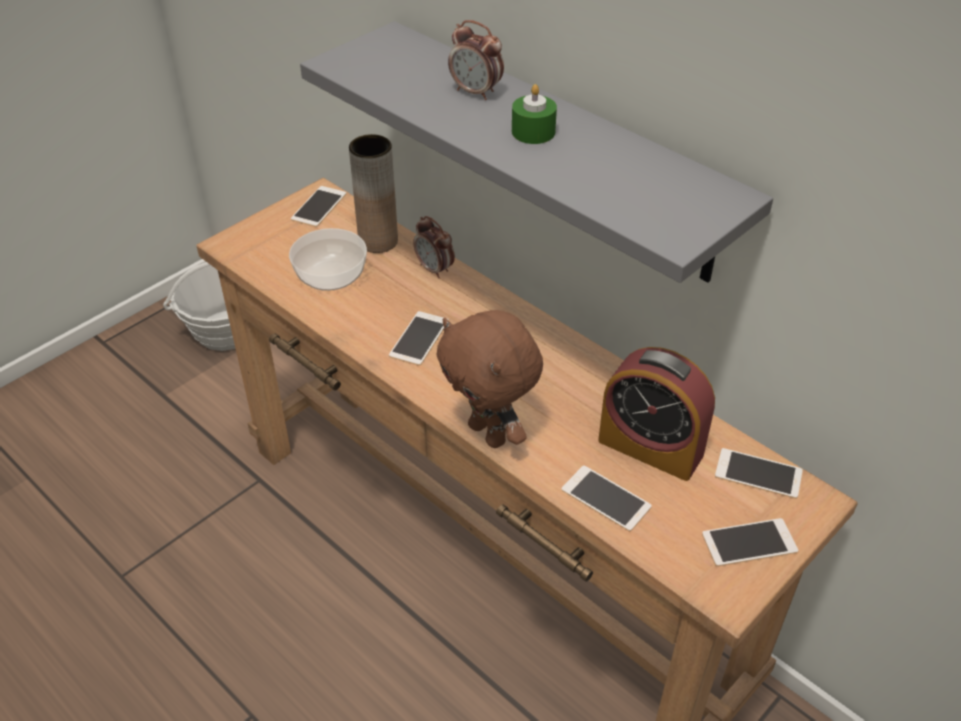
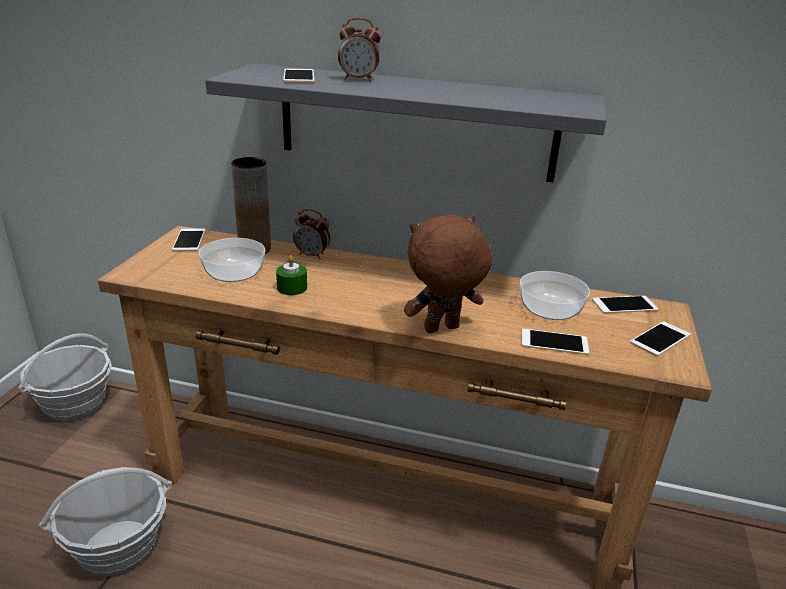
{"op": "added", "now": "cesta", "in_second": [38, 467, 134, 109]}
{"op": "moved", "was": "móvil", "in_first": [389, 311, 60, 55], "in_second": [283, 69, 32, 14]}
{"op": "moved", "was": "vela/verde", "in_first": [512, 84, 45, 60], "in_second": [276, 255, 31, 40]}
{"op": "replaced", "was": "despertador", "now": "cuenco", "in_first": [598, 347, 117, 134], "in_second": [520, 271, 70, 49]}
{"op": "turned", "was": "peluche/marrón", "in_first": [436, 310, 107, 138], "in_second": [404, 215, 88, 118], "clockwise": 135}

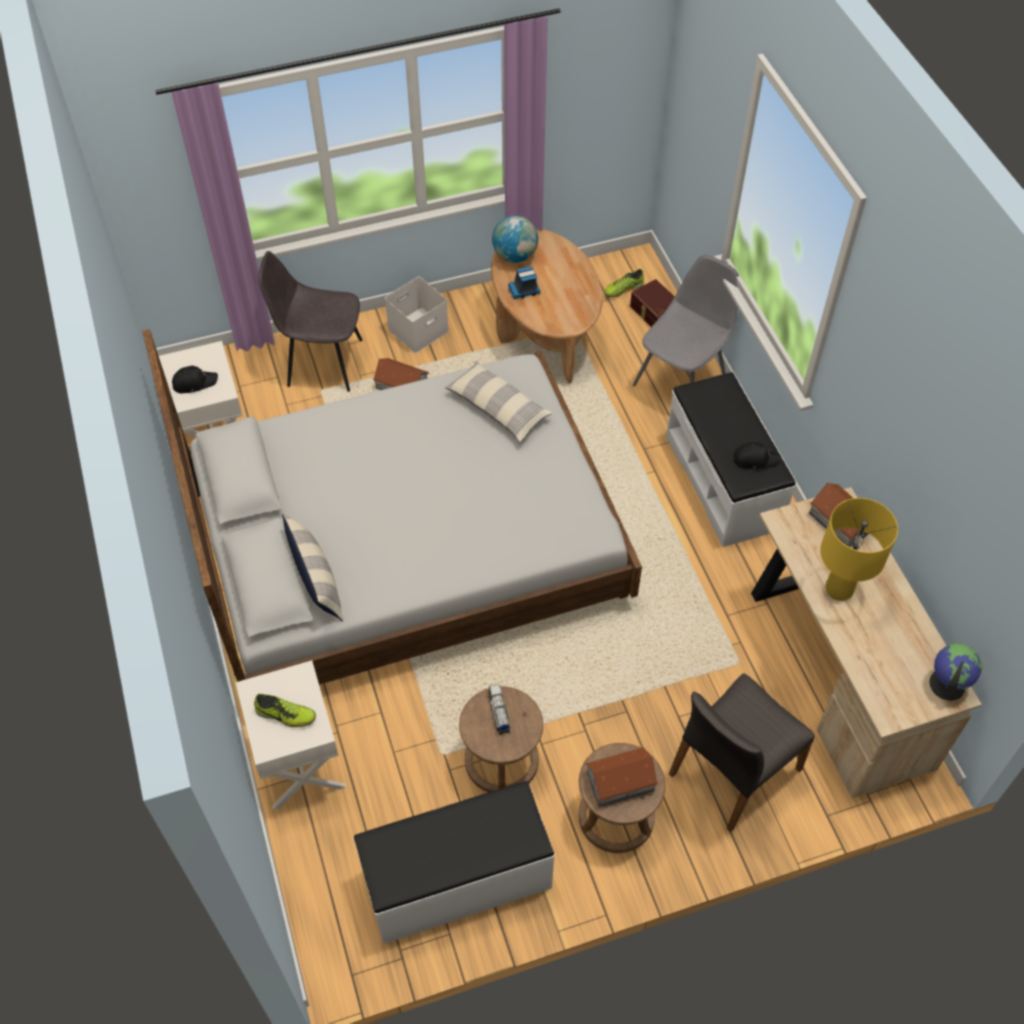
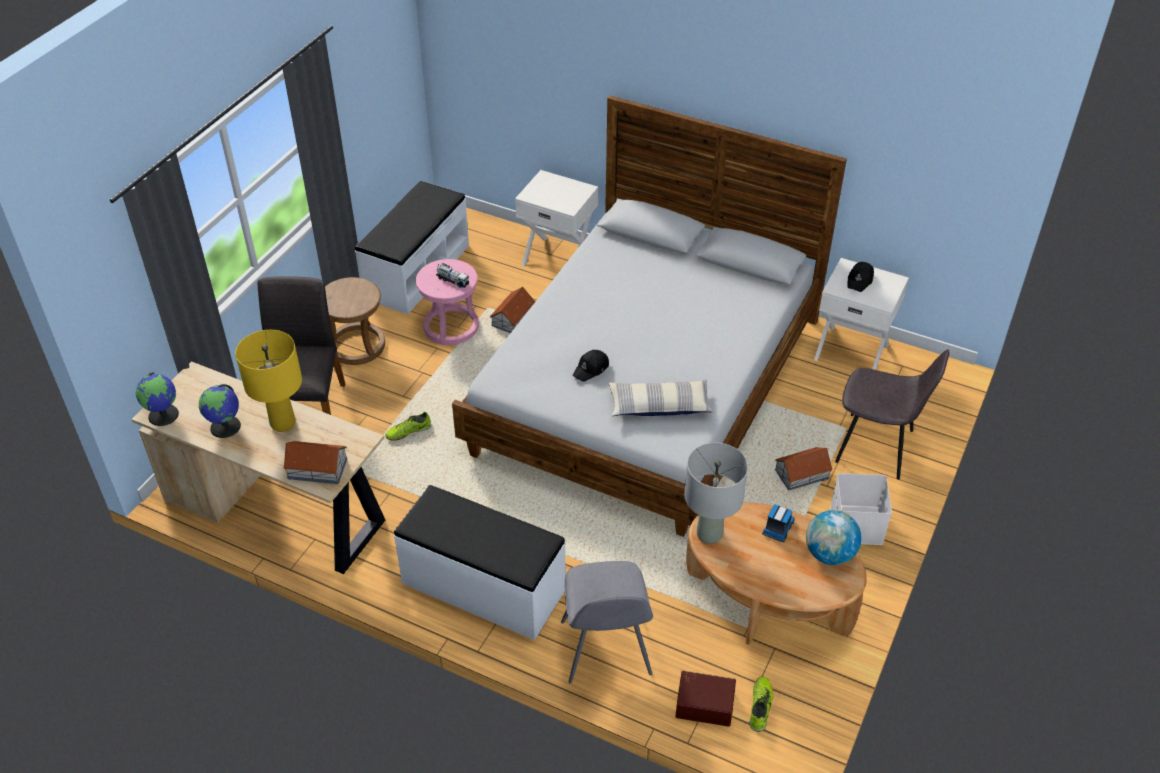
{"op": "removed", "was": "cojín", "in_first": [282, 513, 61, 108]}
{"op": "added", "now": "globo terráqueo", "in_second": [199, 384, 42, 54]}
{"op": "added", "now": "lámpara de mesa/gris", "in_second": [684, 443, 64, 101]}
{"op": "moved", "was": "zapato", "in_first": [254, 694, 62, 33], "in_second": [385, 412, 46, 29]}
{"op": "moved", "was": "casita", "in_first": [585, 747, 73, 60], "in_second": [490, 287, 45, 46]}
{"op": "moved", "was": "gorra/negro", "in_first": [734, 442, 47, 27], "in_second": [573, 350, 36, 32]}
{"op": "recoloured", "was": "taburete/marrón", "now": "taburete/rosa", "in_first": [459, 686, 84, 106], "in_second": [416, 259, 63, 86]}
{"op": "turned", "was": "silla/gris", "in_first": [258, 251, 104, 141], "in_second": [835, 349, 114, 131], "clockwise": 60}

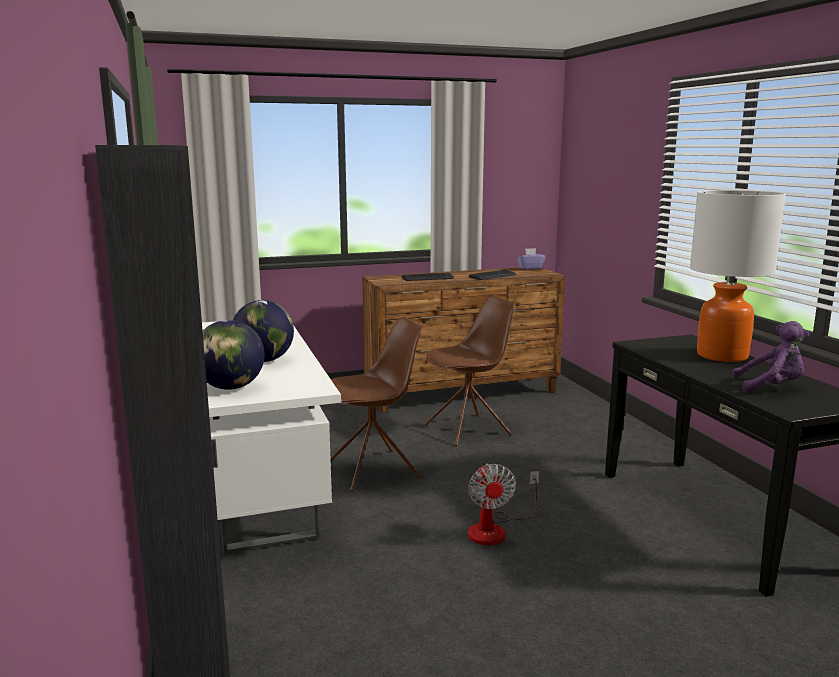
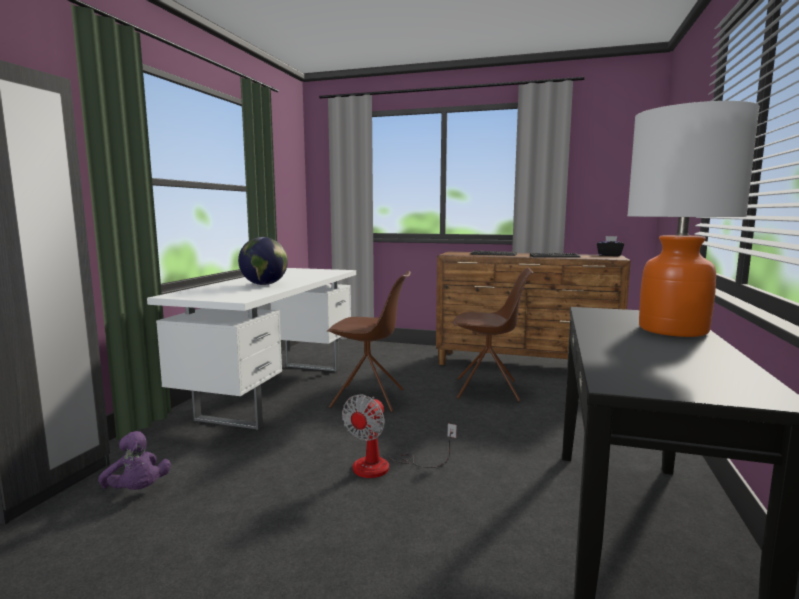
{"op": "removed", "was": "globo terráqueo", "in_first": [203, 320, 62, 70]}
{"op": "moved", "was": "peluche/morado", "in_first": [732, 321, 78, 72], "in_second": [98, 431, 73, 59]}
{"op": "recoloured", "was": "caja de pañuelos/morado", "now": "caja de pañuelos/negro", "in_first": [517, 248, 28, 22], "in_second": [597, 236, 27, 20]}

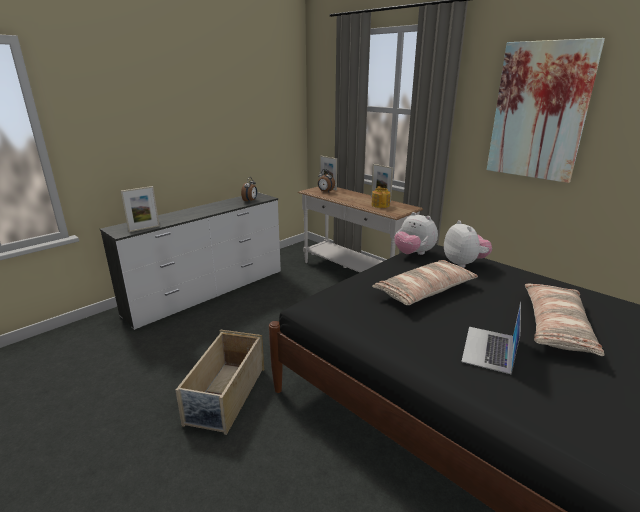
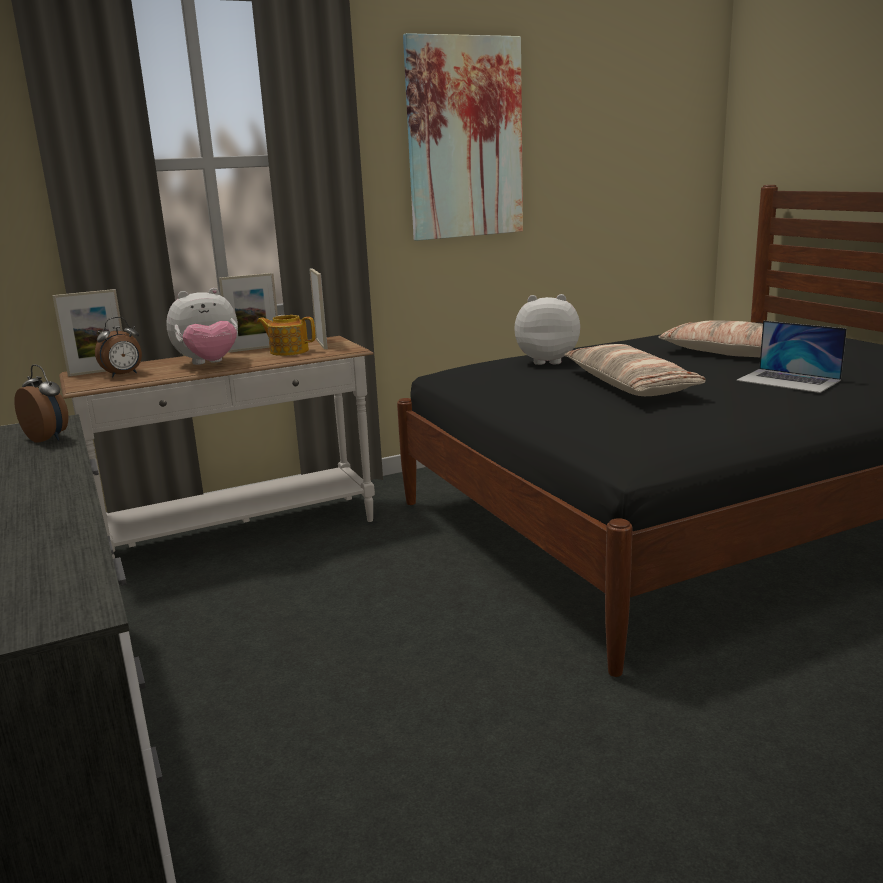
{"op": "removed", "was": "caja de almacenaje/beis", "in_first": [175, 329, 89, 106]}
{"op": "moved", "was": "portarretratos", "in_first": [121, 186, 39, 46], "in_second": [309, 268, 19, 81]}
{"op": "moved", "was": "peluche", "in_first": [394, 212, 44, 43], "in_second": [166, 288, 72, 77]}

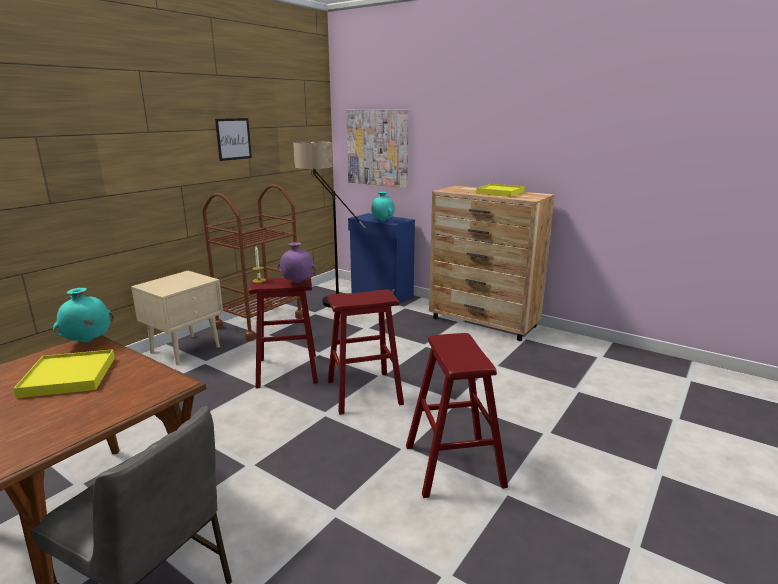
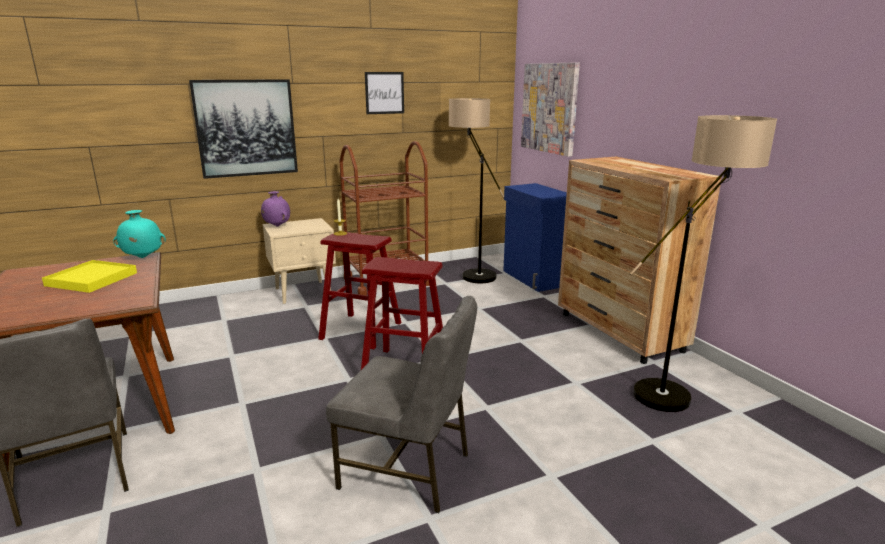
{"op": "removed", "was": "florero/turquesa", "in_first": [371, 192, 24, 30]}
{"op": "removed", "was": "bandeja/amarillo", "in_first": [476, 184, 49, 13]}
{"op": "added", "now": "cuadro", "in_second": [189, 79, 109, 100]}
{"op": "added", "now": "lámpara de pie", "in_second": [630, 115, 147, 297]}
{"op": "moved", "was": "florero/morado", "in_first": [278, 242, 38, 41], "in_second": [261, 191, 29, 35]}
{"op": "replaced", "was": "taburete/rojo", "now": "silla/gris", "in_first": [406, 333, 102, 165], "in_second": [326, 296, 151, 217]}

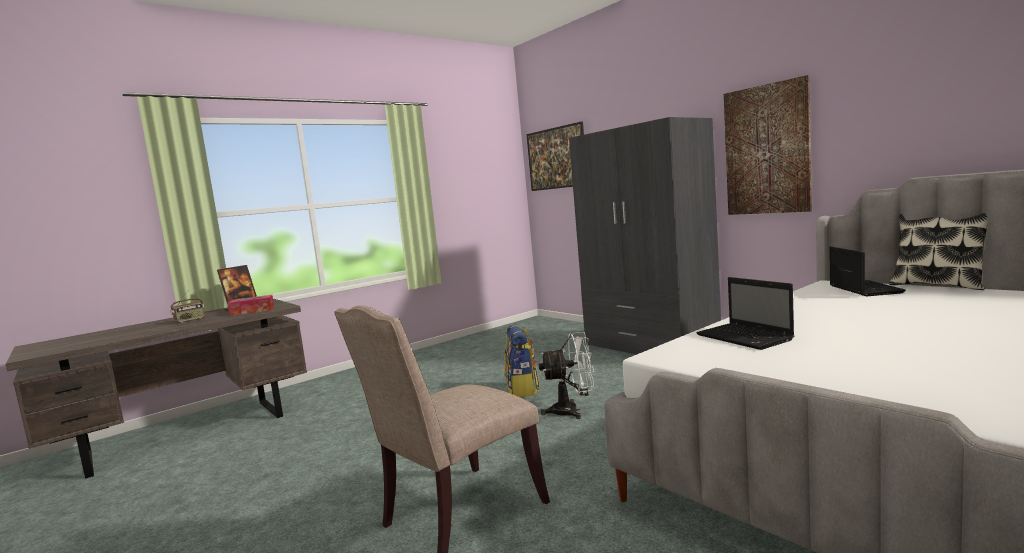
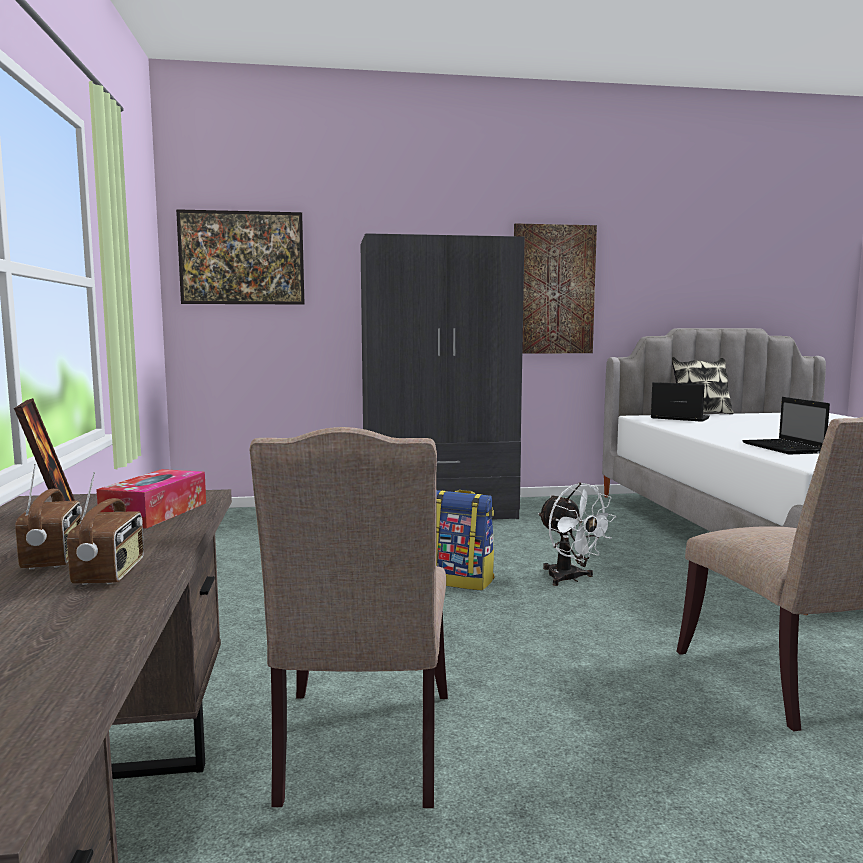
{"op": "added", "now": "radio", "in_second": [67, 472, 77, 113]}
{"op": "added", "now": "silla/beis", "in_second": [250, 427, 198, 381]}
{"op": "turned", "was": "ventilador/blanco", "in_first": [539, 332, 55, 87], "in_second": [538, 483, 78, 103], "clockwise": 120}
{"op": "turned", "was": "portátil", "in_first": [696, 277, 98, 73], "in_second": [743, 397, 87, 58], "clockwise": 75}

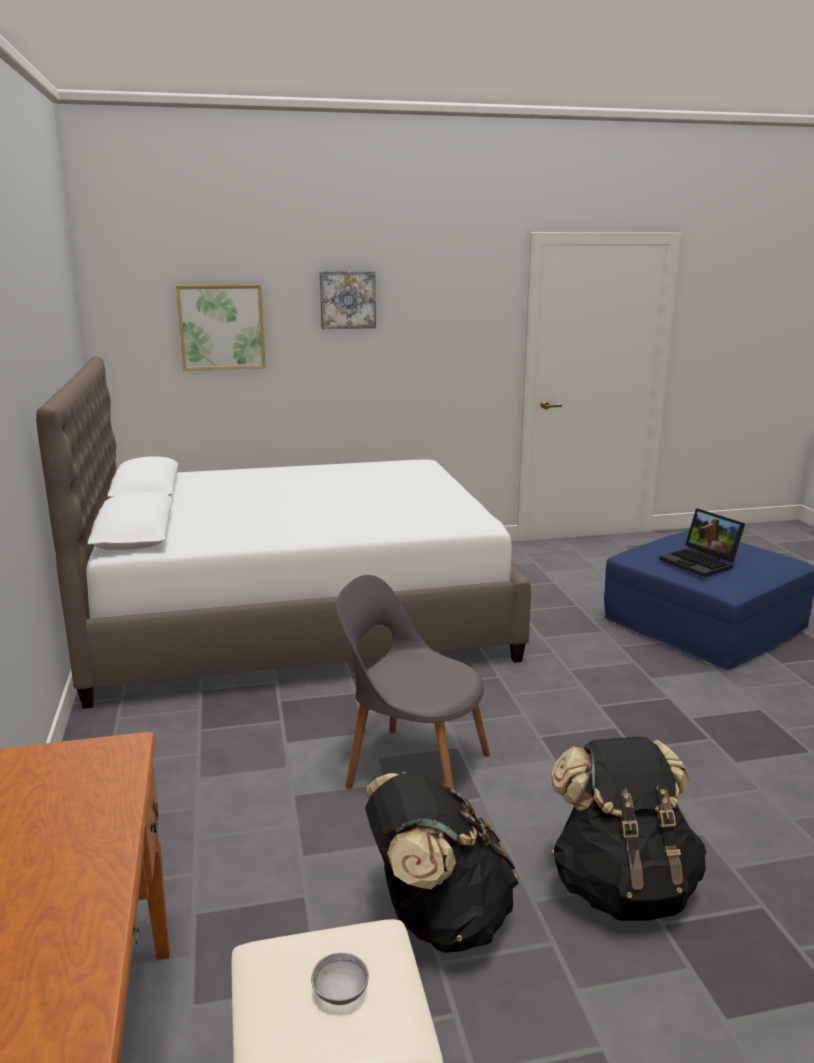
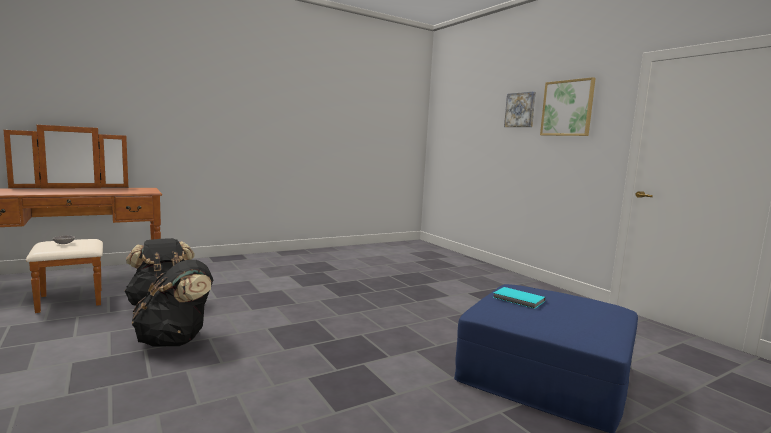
{"op": "removed", "was": "cama/blanco", "in_first": [36, 356, 495, 353]}
{"op": "removed", "was": "silla/gris", "in_first": [336, 575, 154, 215]}
{"op": "moved", "was": "cuadro", "in_first": [176, 285, 90, 86], "in_second": [540, 77, 56, 59]}
{"op": "replaced", "was": "portátil", "now": "libro/turquesa", "in_first": [659, 508, 86, 69], "in_second": [493, 287, 52, 22]}

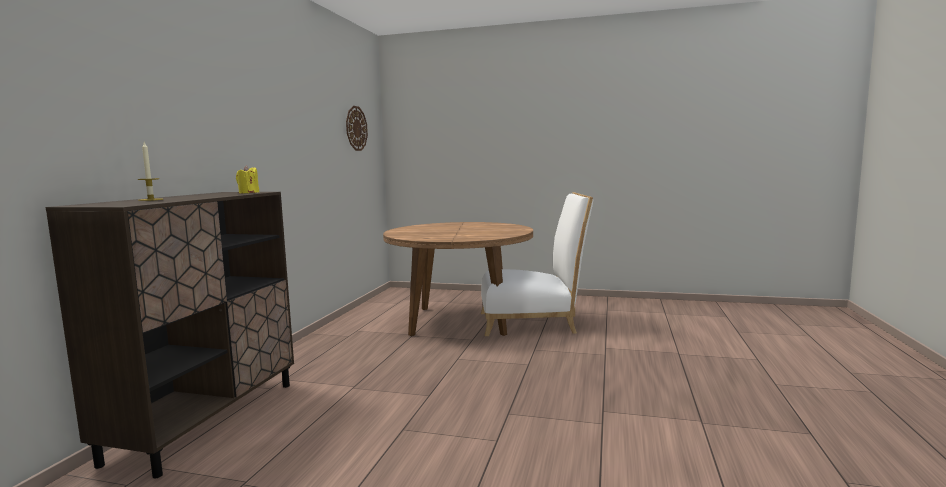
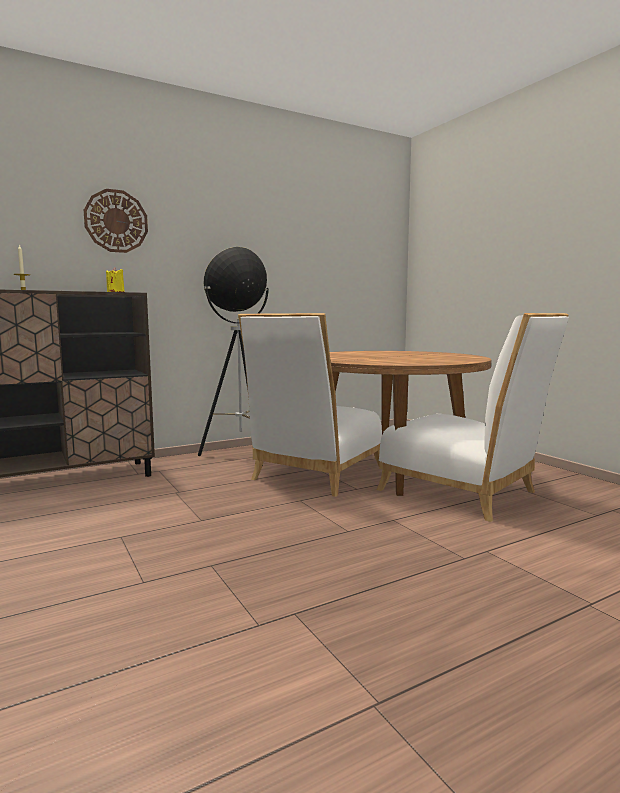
{"op": "added", "now": "lámpara de pie", "in_second": [198, 247, 71, 209]}
{"op": "added", "now": "silla/blanco", "in_second": [238, 313, 144, 184]}
{"op": "moved", "was": "reloj de pared", "in_first": [346, 106, 22, 45], "in_second": [84, 189, 64, 64]}

